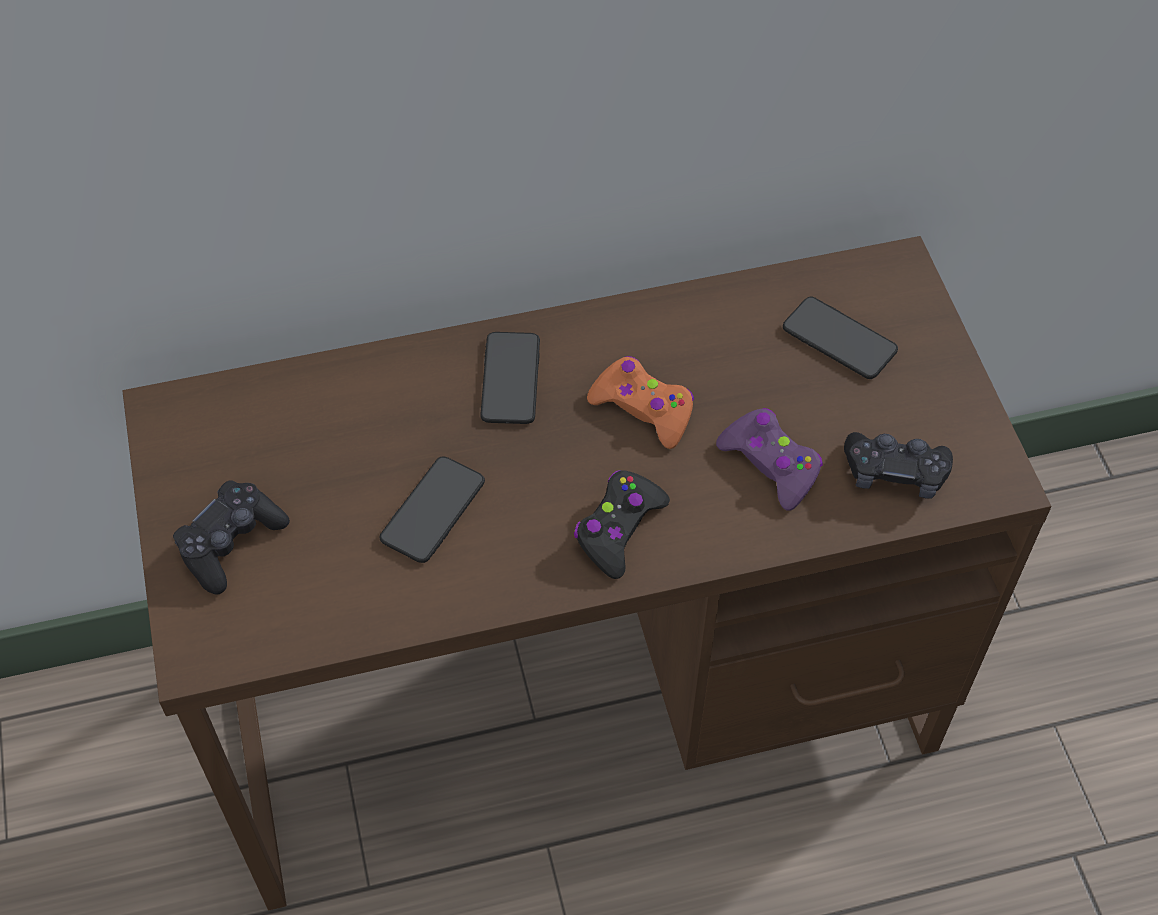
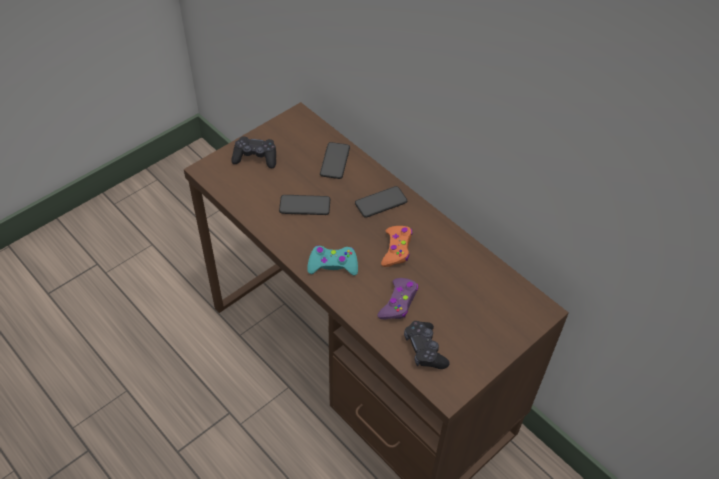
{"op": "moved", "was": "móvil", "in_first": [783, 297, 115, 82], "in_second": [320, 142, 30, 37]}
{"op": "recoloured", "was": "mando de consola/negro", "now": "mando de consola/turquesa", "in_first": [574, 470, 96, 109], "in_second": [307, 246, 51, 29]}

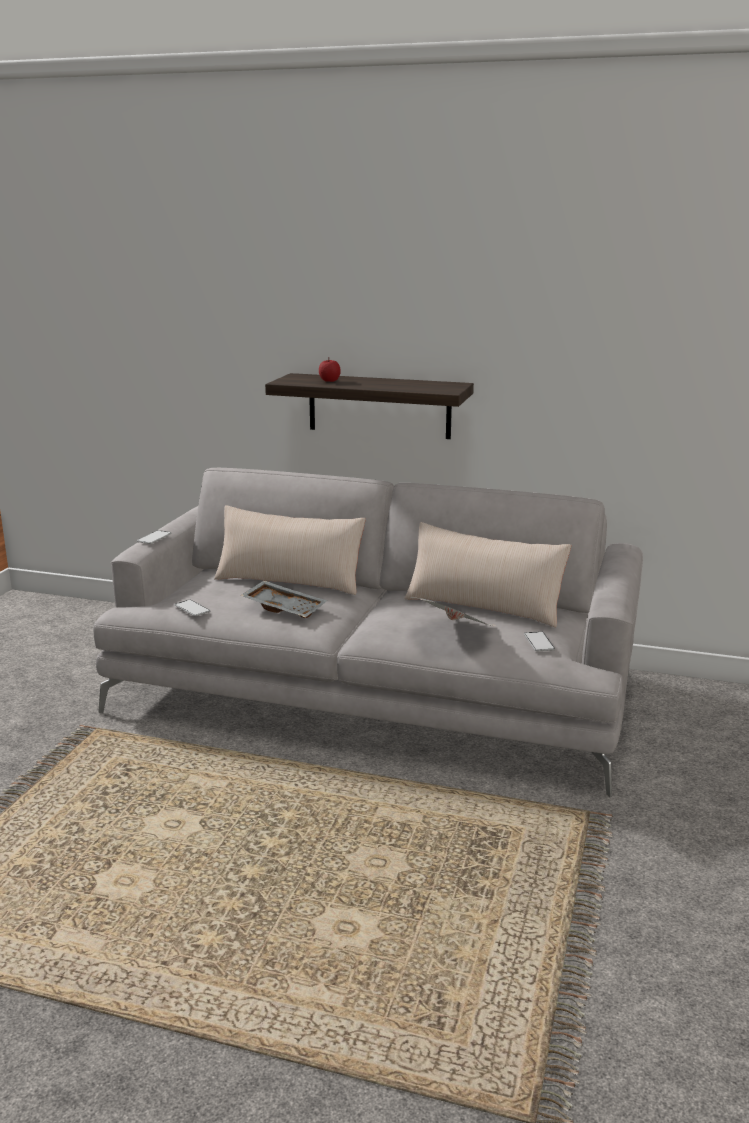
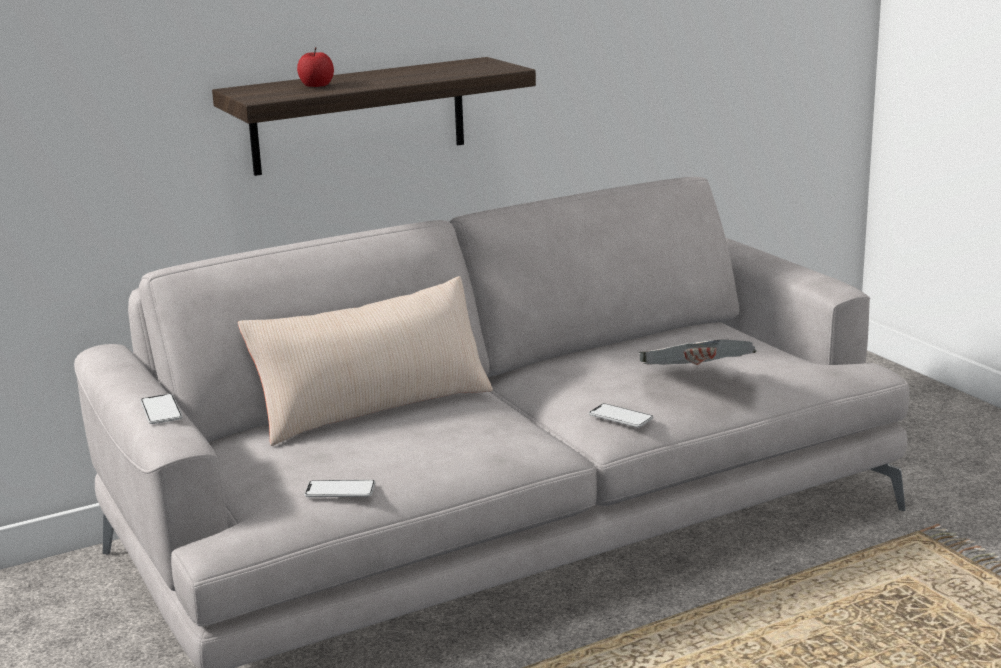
{"op": "removed", "was": "bandeja/gris", "in_first": [241, 580, 86, 38]}
{"op": "removed", "was": "cojín/beis", "in_first": [404, 522, 168, 105]}
{"op": "moved", "was": "móvil", "in_first": [524, 631, 31, 20], "in_second": [589, 403, 65, 24]}

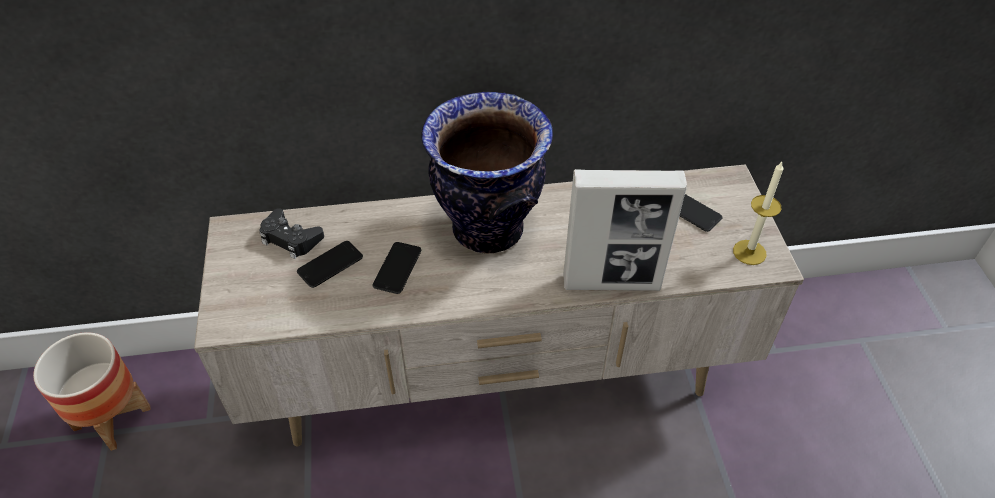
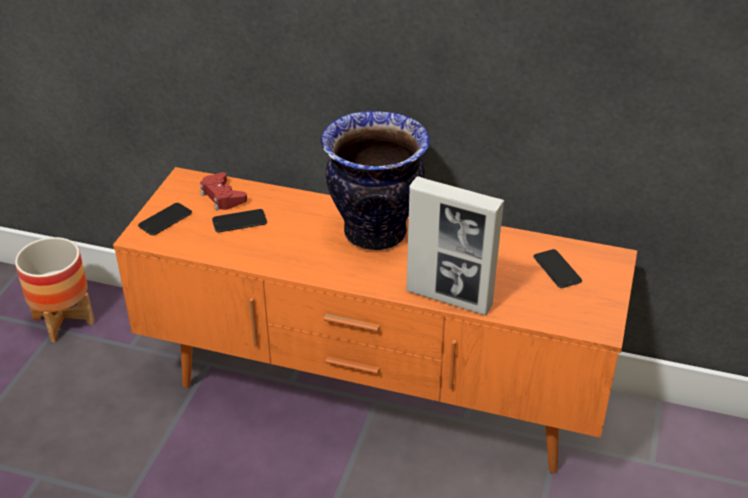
{"op": "removed", "was": "vela", "in_first": [733, 162, 51, 103]}
{"op": "moved", "was": "móvil", "in_first": [373, 242, 48, 52], "in_second": [138, 203, 54, 32]}
{"op": "recoloured", "was": "mueble de televisión/beis", "now": "mueble de televisión/naranja", "in_first": [194, 164, 610, 283], "in_second": [113, 167, 524, 306]}
{"op": "recoloured", "was": "mando de consola/negro", "now": "mando de consola/rojo", "in_first": [259, 208, 65, 51], "in_second": [200, 172, 47, 39]}

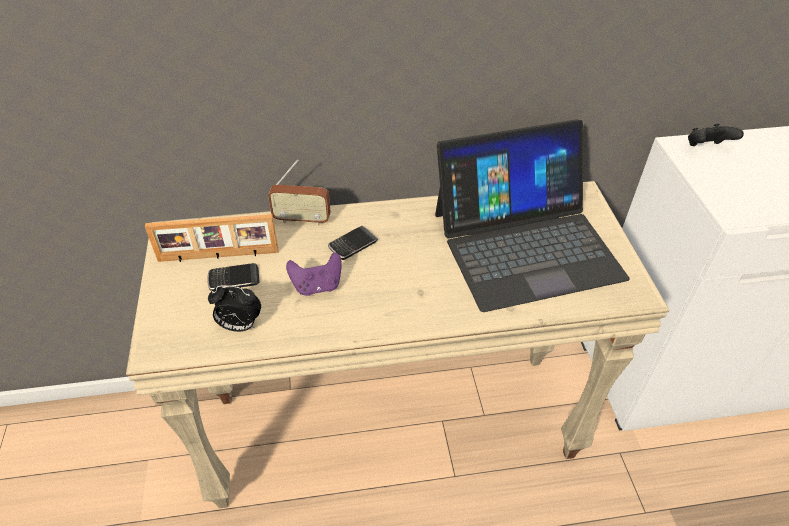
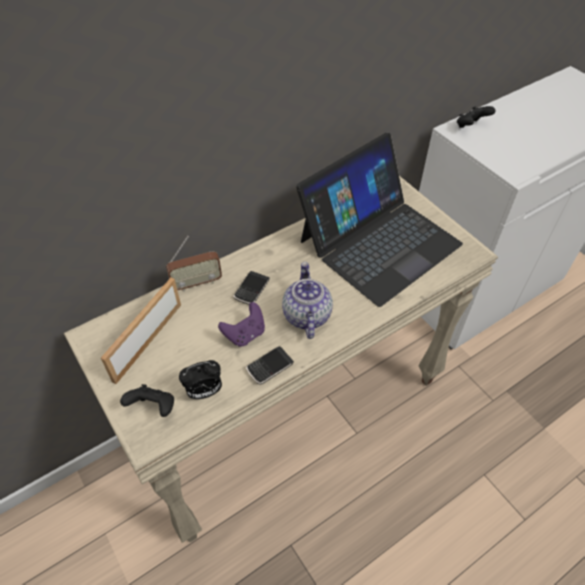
{"op": "added", "now": "mando de consola/negro", "in_second": [120, 384, 54, 33]}
{"op": "added", "now": "tetera", "in_second": [282, 262, 51, 77]}
{"op": "moved", "was": "móvil", "in_first": [208, 263, 51, 28], "in_second": [246, 346, 48, 39]}
{"op": "turned", "was": "portarretratos", "in_first": [145, 214, 133, 48], "in_second": [101, 278, 80, 106], "clockwise": 150}

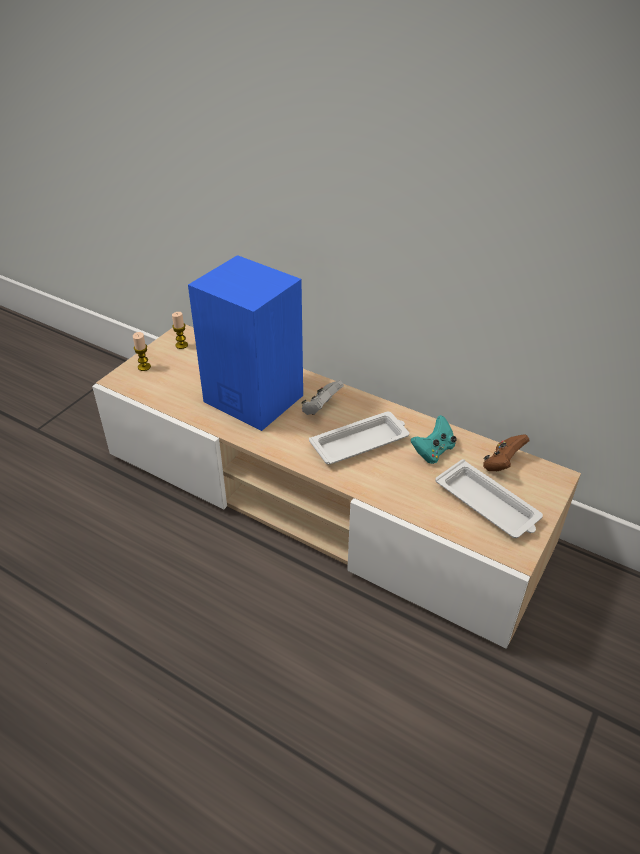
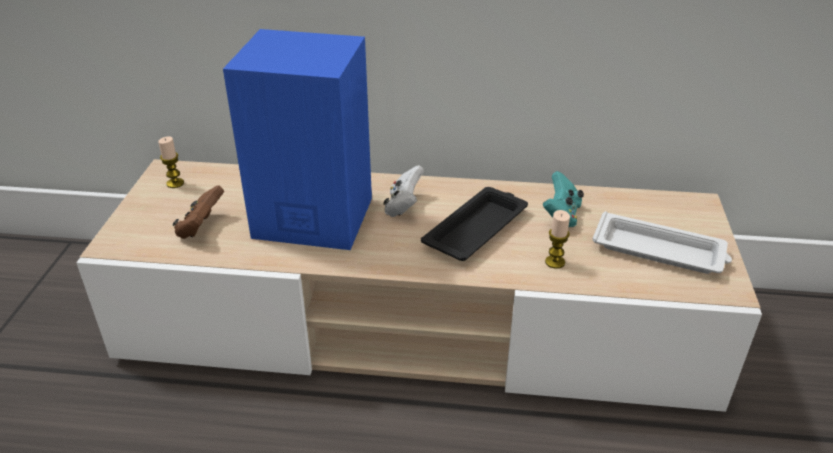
{"op": "moved", "was": "vela", "in_first": [133, 332, 18, 39], "in_second": [545, 210, 25, 59]}
{"op": "moved", "was": "mando de consola/marrón", "in_first": [483, 434, 46, 37], "in_second": [173, 185, 51, 54]}
{"op": "recoloured", "was": "bandeja/blanco", "now": "bandeja/negro", "in_first": [309, 411, 100, 53], "in_second": [421, 187, 107, 74]}

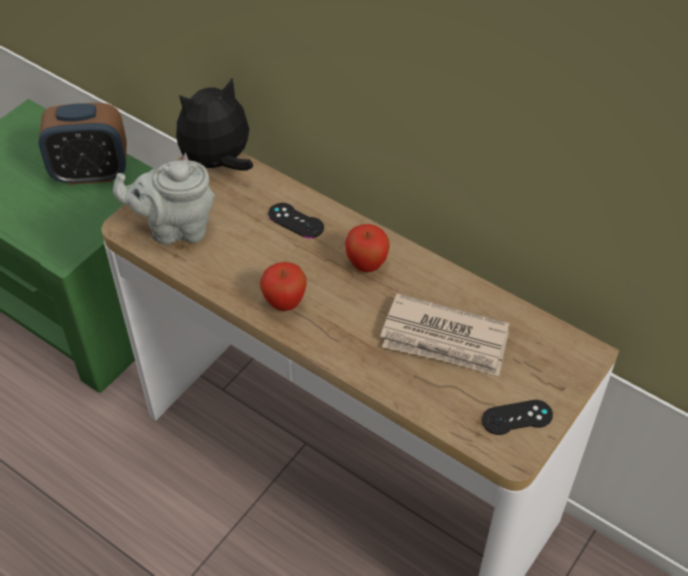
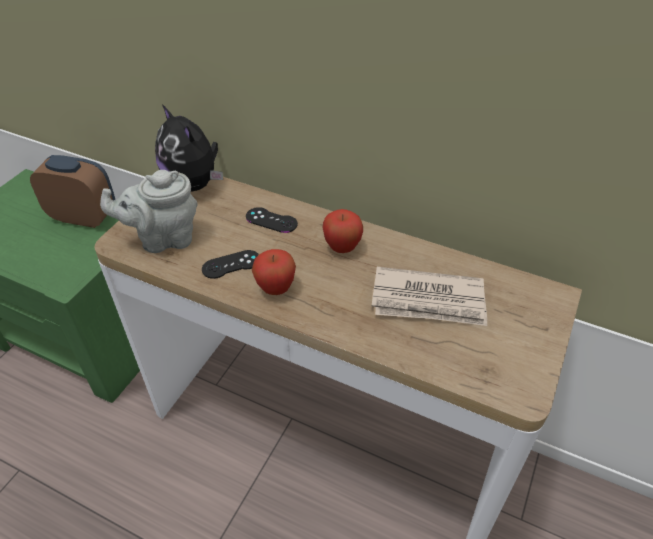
{"op": "moved", "was": "mando de consola/negro", "in_first": [482, 400, 71, 35], "in_second": [202, 250, 57, 29]}
{"op": "turned", "was": "despertador", "in_first": [39, 103, 88, 82], "in_second": [30, 155, 85, 73], "clockwise": -150}
{"op": "turned", "was": "peluche", "in_first": [176, 77, 77, 94], "in_second": [155, 104, 68, 87], "clockwise": -90}

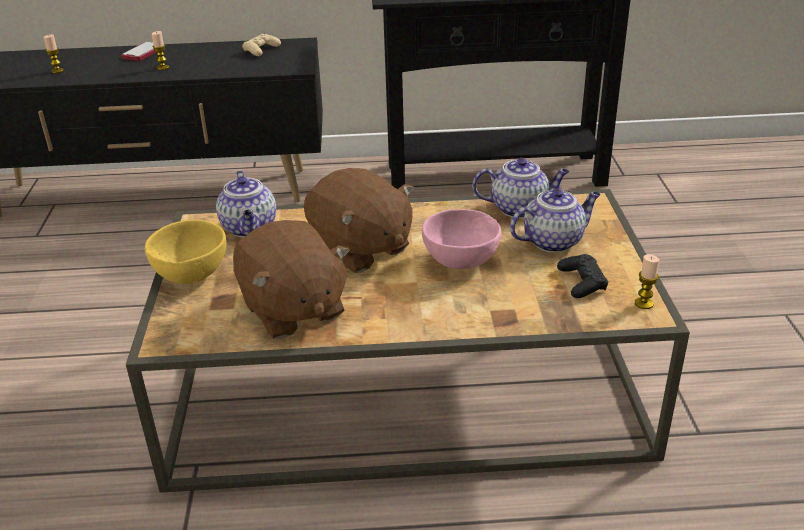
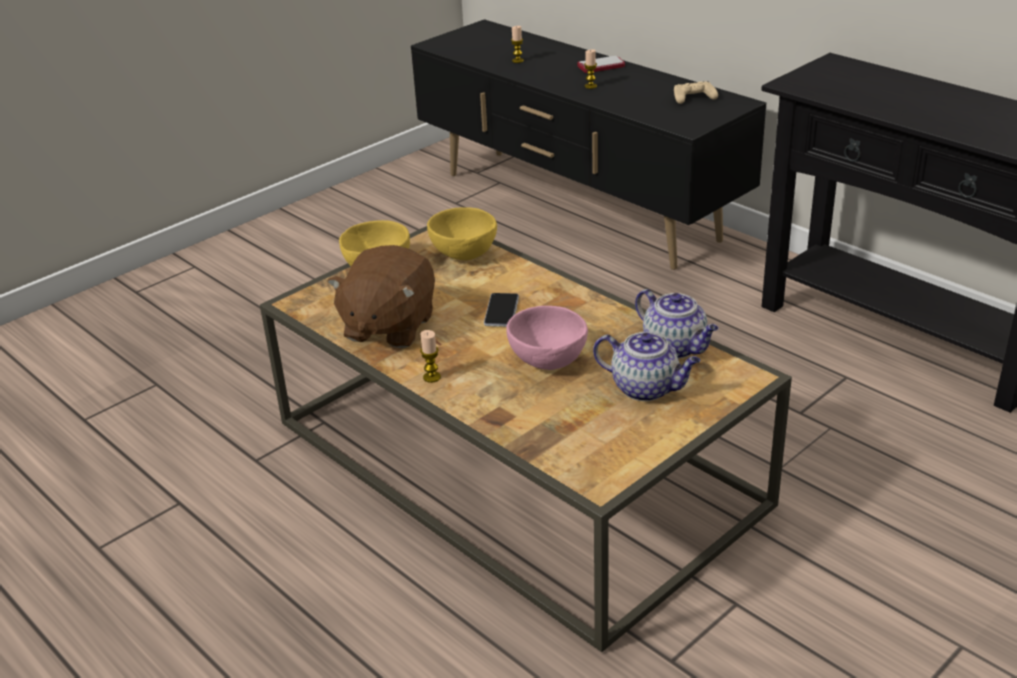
{"op": "removed", "was": "mando de consola/negro", "in_first": [557, 254, 51, 44]}
{"op": "moved", "was": "vela", "in_first": [635, 255, 24, 54], "in_second": [420, 330, 21, 53]}
{"op": "replaced", "was": "tetera", "now": "cuenco/amarillo", "in_first": [216, 170, 60, 67], "in_second": [427, 207, 70, 53]}
{"op": "replaced", "was": "peluche/marrón", "now": "móvil", "in_first": [304, 168, 110, 105], "in_second": [484, 293, 35, 34]}

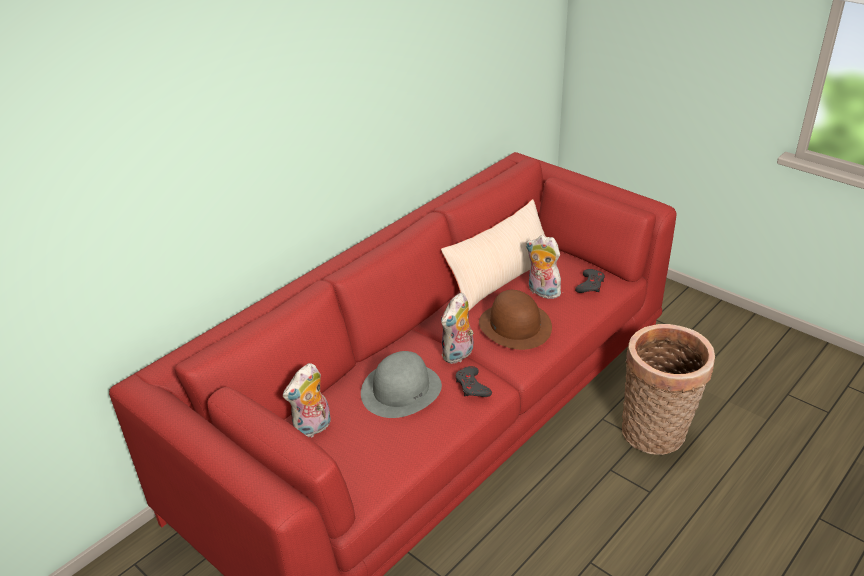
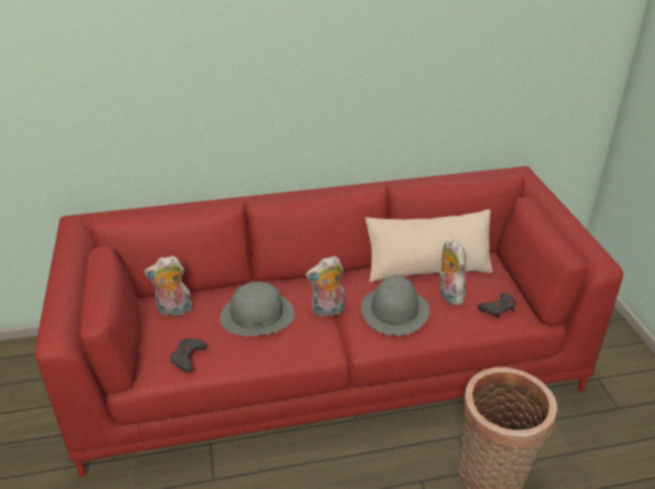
{"op": "moved", "was": "mando de consola/gris", "in_first": [455, 366, 37, 31], "in_second": [170, 338, 37, 34]}
{"op": "recoloured", "was": "sombrero/marrón", "now": "sombrero/gris", "in_first": [479, 290, 73, 60], "in_second": [361, 275, 68, 61]}

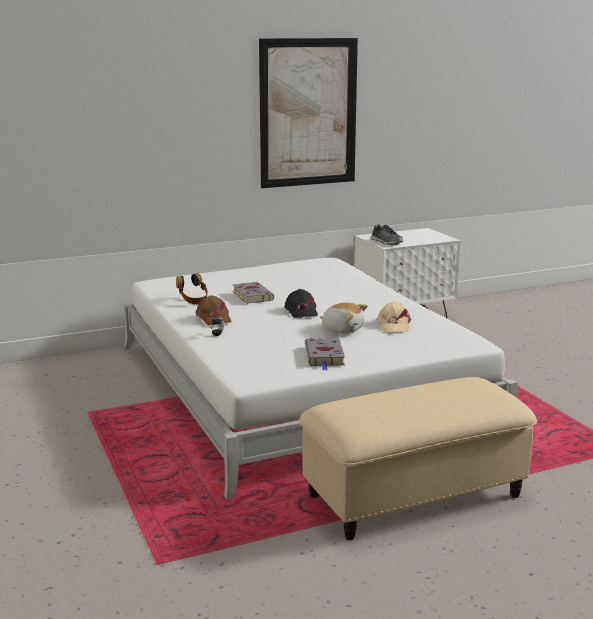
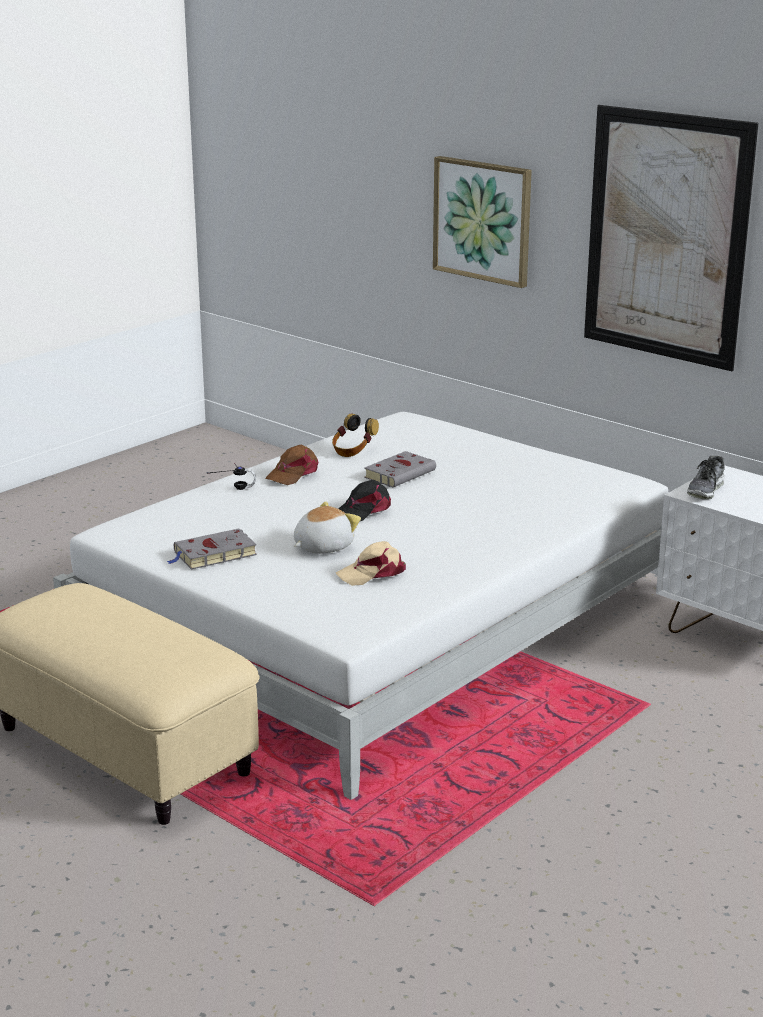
{"op": "added", "now": "cuadro", "in_second": [433, 156, 99, 132]}
{"op": "turned", "was": "peluche", "in_first": [319, 302, 49, 31], "in_second": [294, 502, 67, 52], "clockwise": -135}

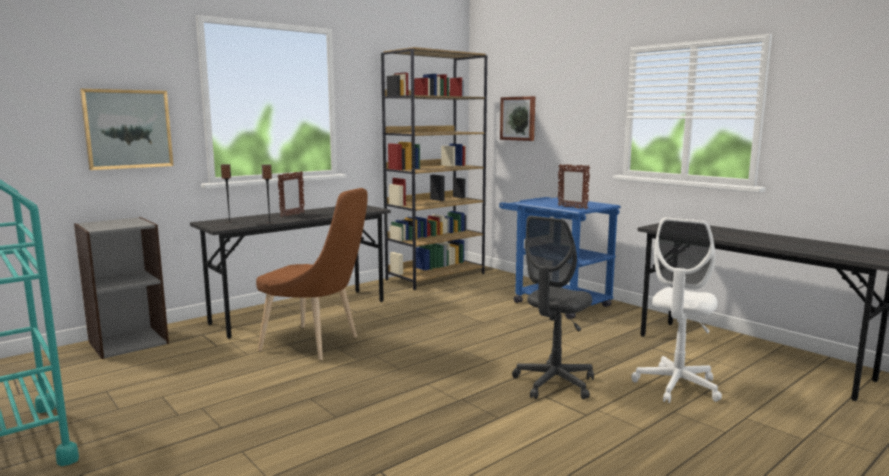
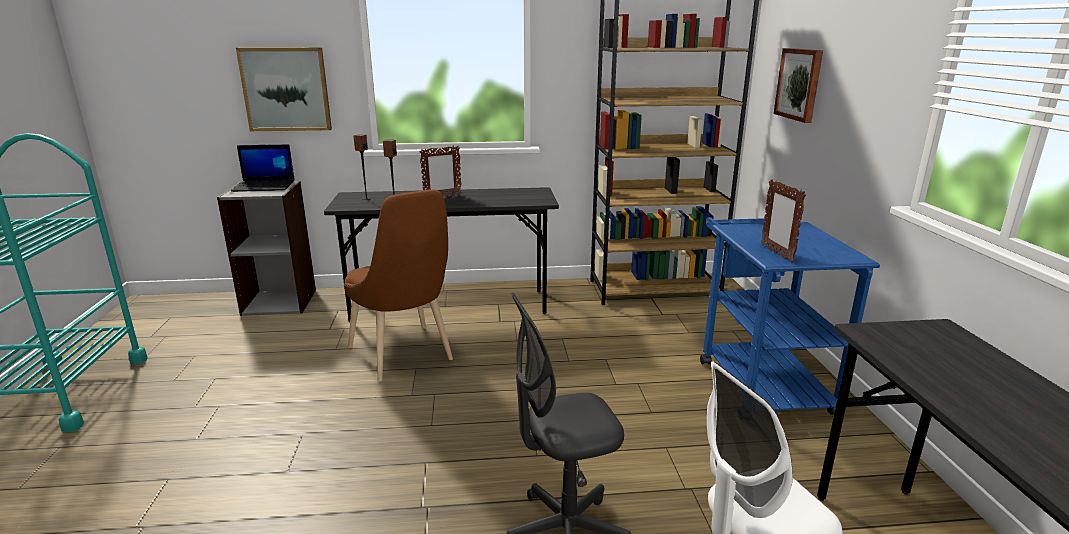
{"op": "added", "now": "portátil", "in_second": [231, 144, 64, 48]}

